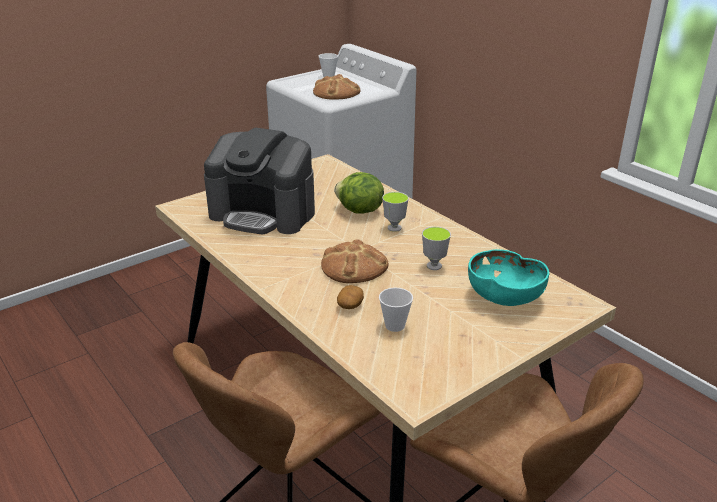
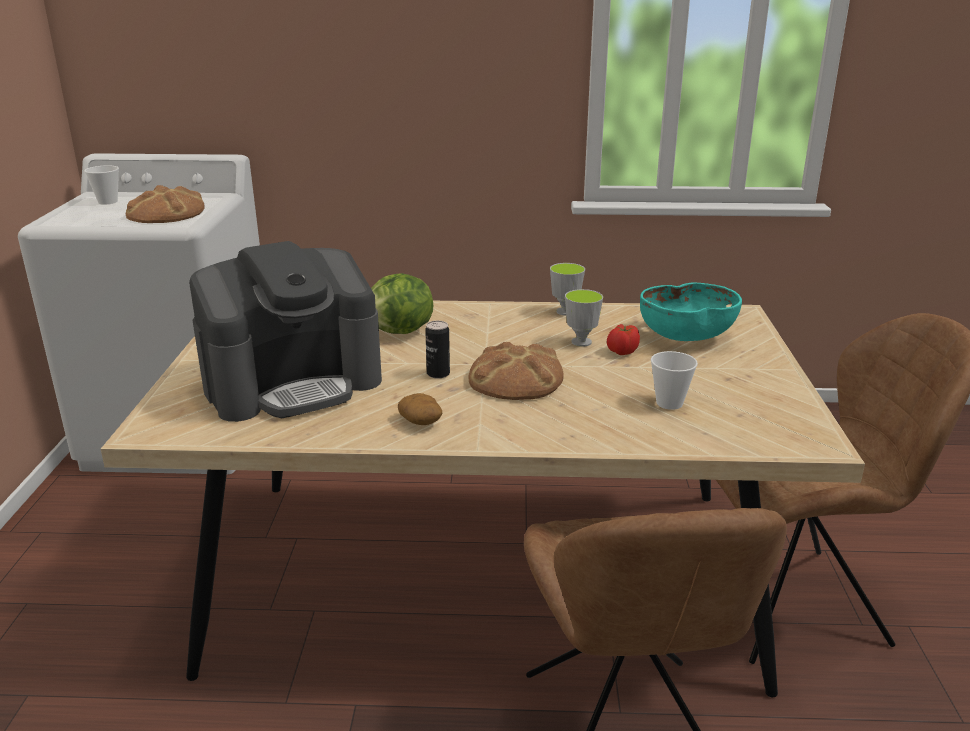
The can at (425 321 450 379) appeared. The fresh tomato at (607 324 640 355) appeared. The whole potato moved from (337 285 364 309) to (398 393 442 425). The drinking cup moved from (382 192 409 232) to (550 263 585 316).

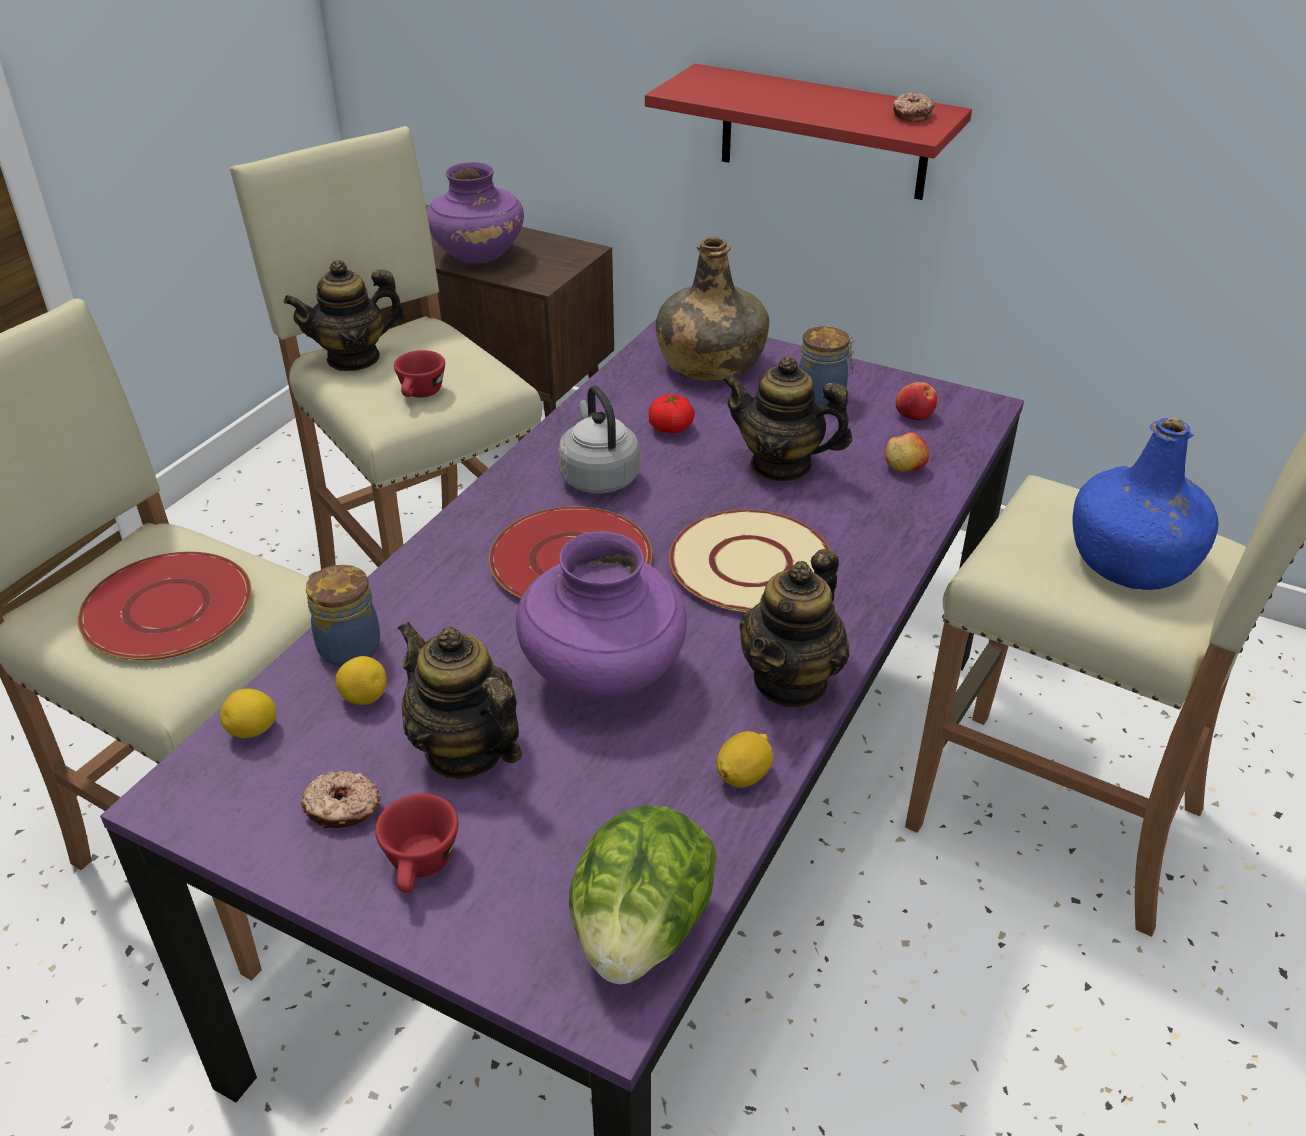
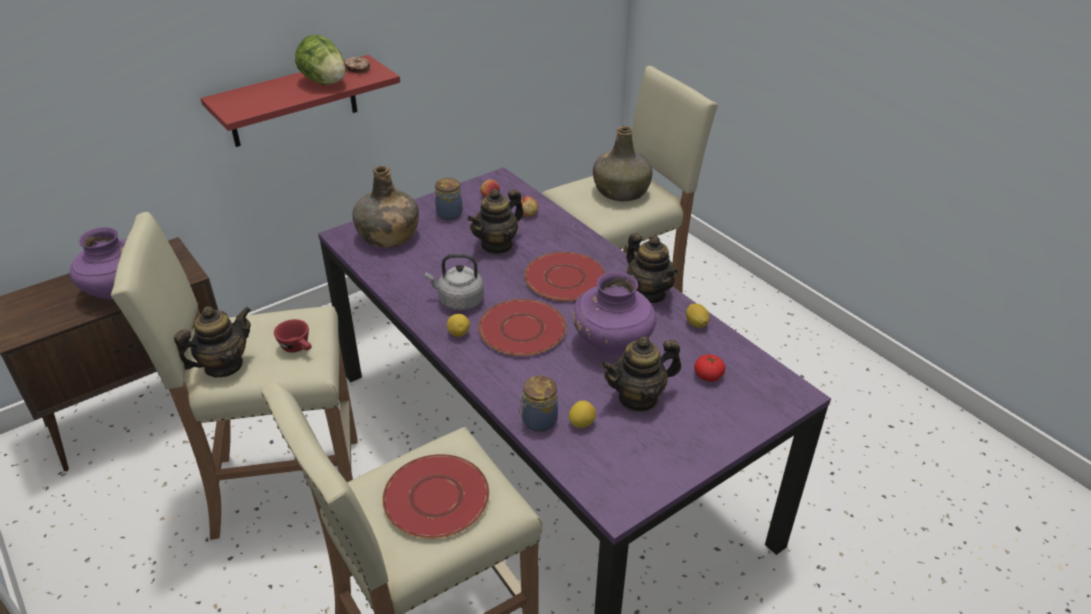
The ring doughnut at (300 771 380 828) disappeared. The red drinking cup at (375 793 458 893) disappeared. The citrus fruit moved from (220 689 276 738) to (447 314 470 337). The head of lettuce moved from (569 805 717 984) to (295 35 345 85). The fresh tomato moved from (649 394 695 434) to (694 354 726 382). The beige flat dish at (669 510 831 612) became the red flat dish at (524 252 606 301). The blue-coloured bottle at (1072 418 1219 590) became the green bottle at (593 126 652 201). The teapot at (284 260 406 371) turned 135 degrees counterclockwise.

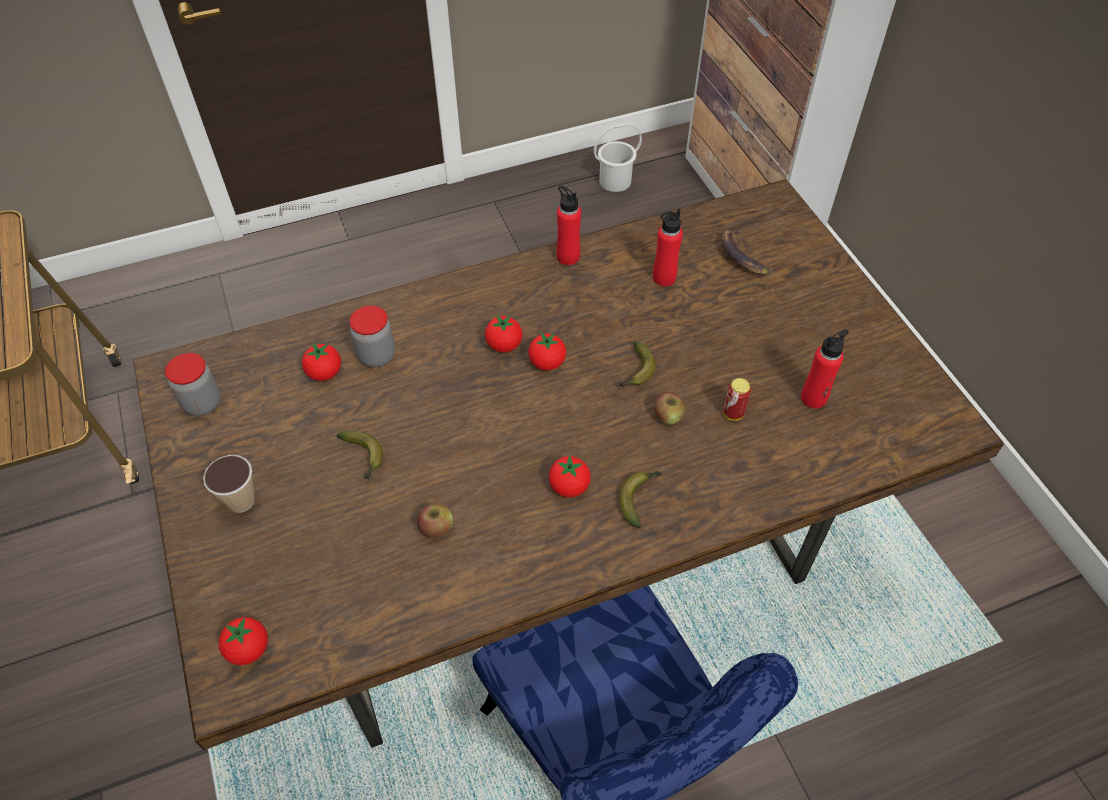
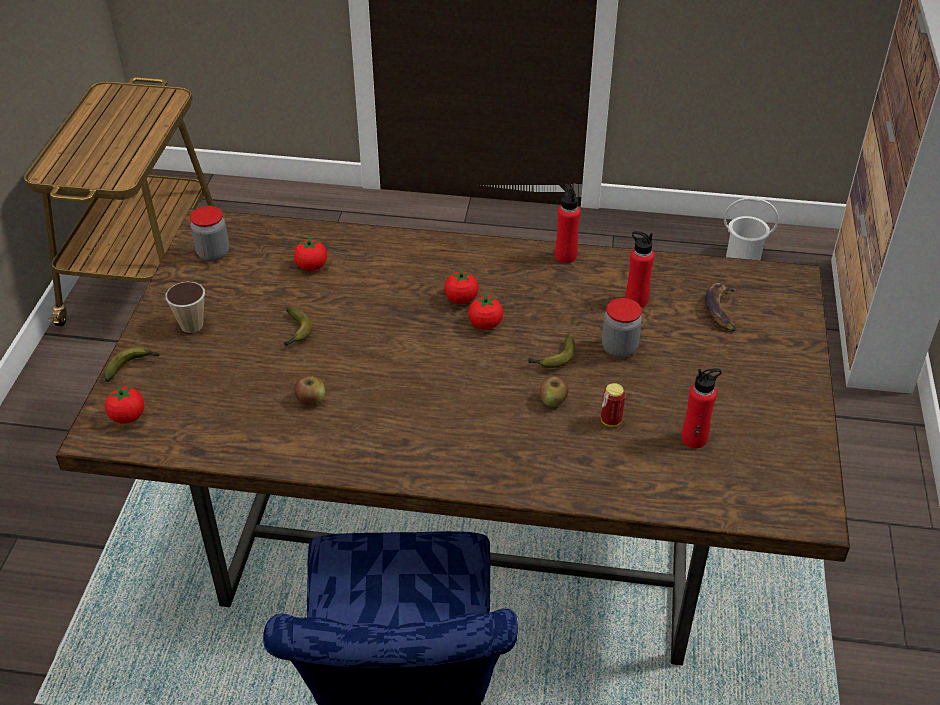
The fresh tomato at (549 455 591 497) disappeared. The jar moved from (349 306 395 367) to (602 298 642 358). The whole banana moved from (619 471 661 528) to (104 346 160 382).

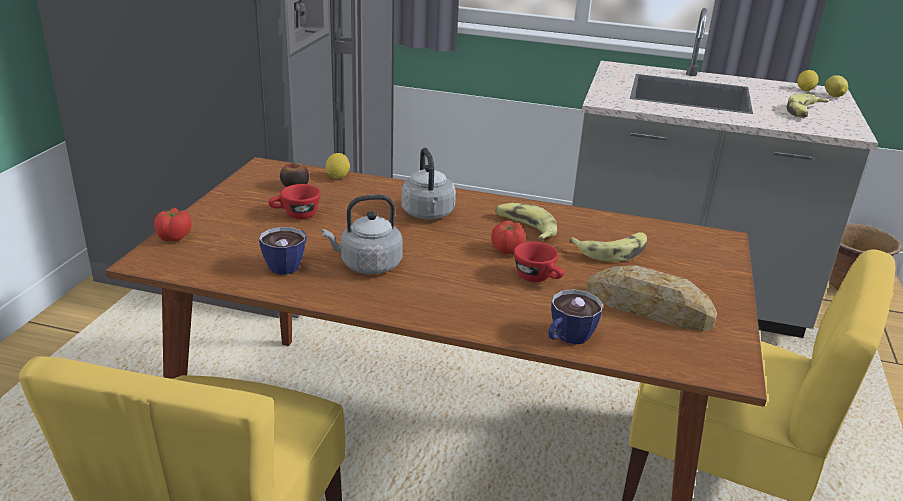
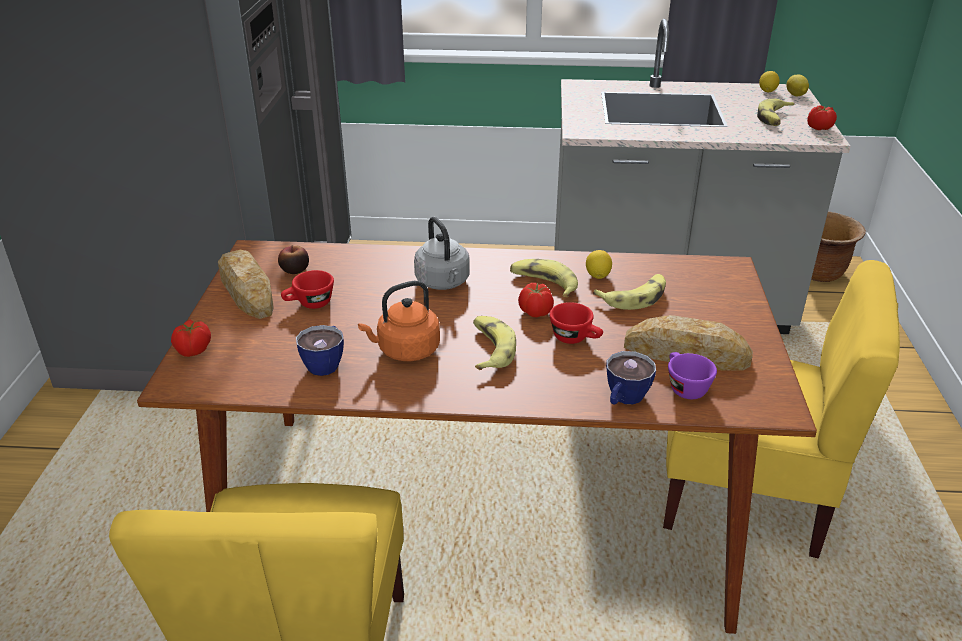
The baked bread at (218 250 274 319) appeared. The whole banana at (473 316 516 370) appeared. The purple-coloured drinking cup at (668 352 717 399) appeared. The fresh tomato at (807 105 837 130) appeared. The citrus fruit moved from (326 153 350 179) to (586 250 612 279). The greyish tea kettle at (322 194 403 274) became the orange-coloured tea kettle at (358 281 440 361).

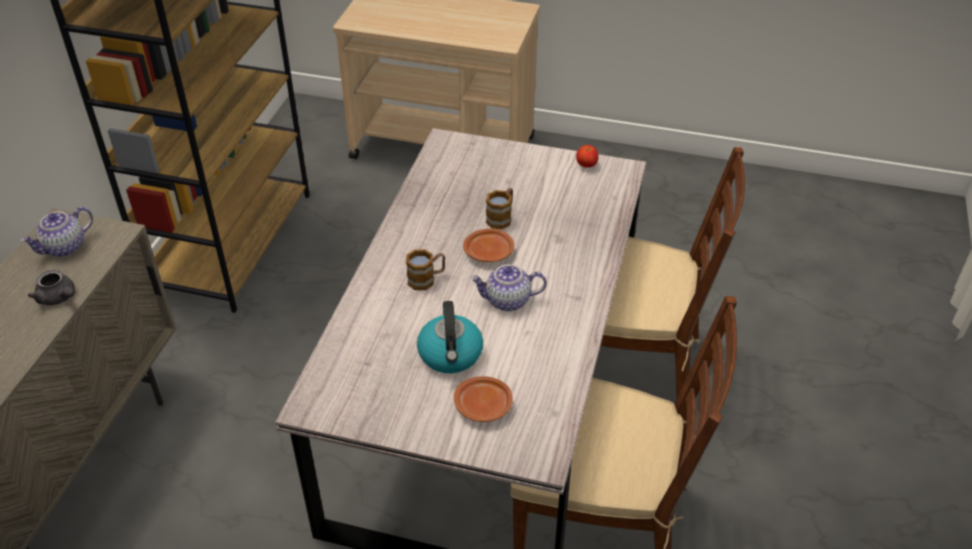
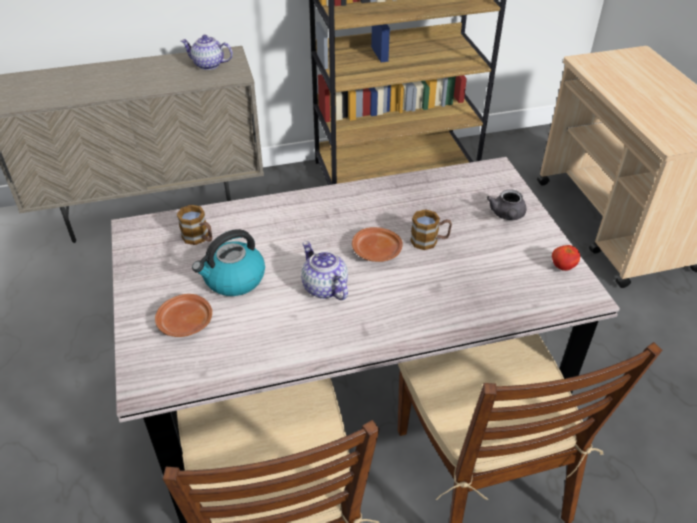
The greyish teapot moved from (28 270 75 305) to (487 189 526 220). The mug moved from (406 249 445 290) to (177 205 212 245).

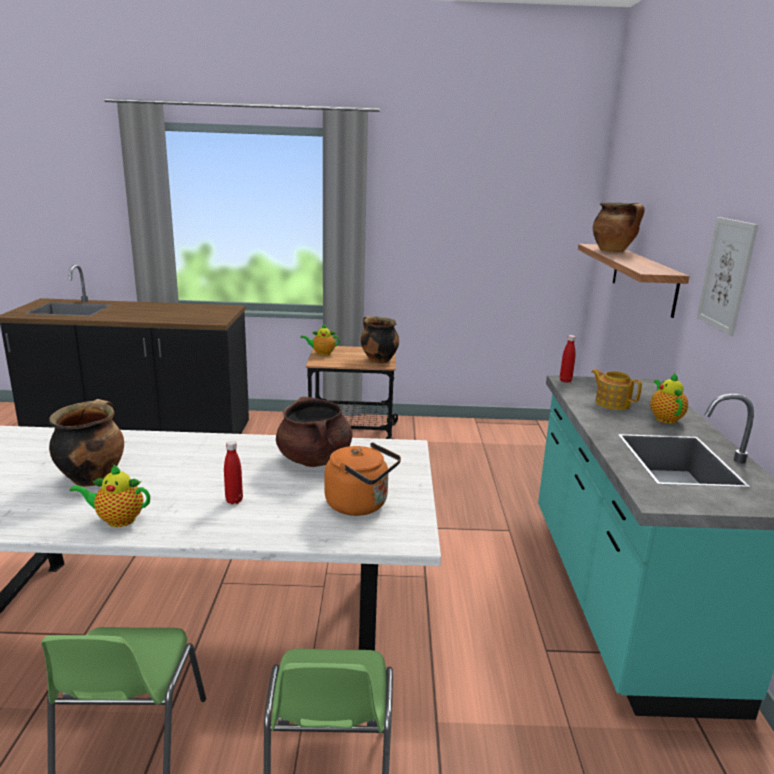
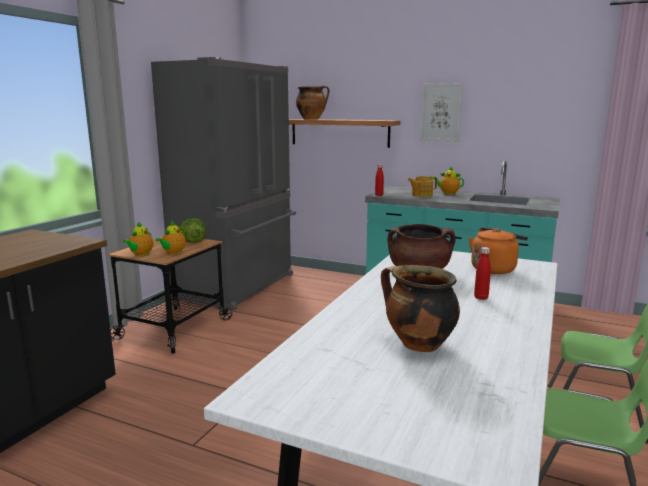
The greyish refrigerator at (151 57 296 310) appeared. The teapot moved from (70 464 150 527) to (155 220 186 255). The cooking pot at (360 316 399 364) was replaced by the head of lettuce at (180 218 206 243).

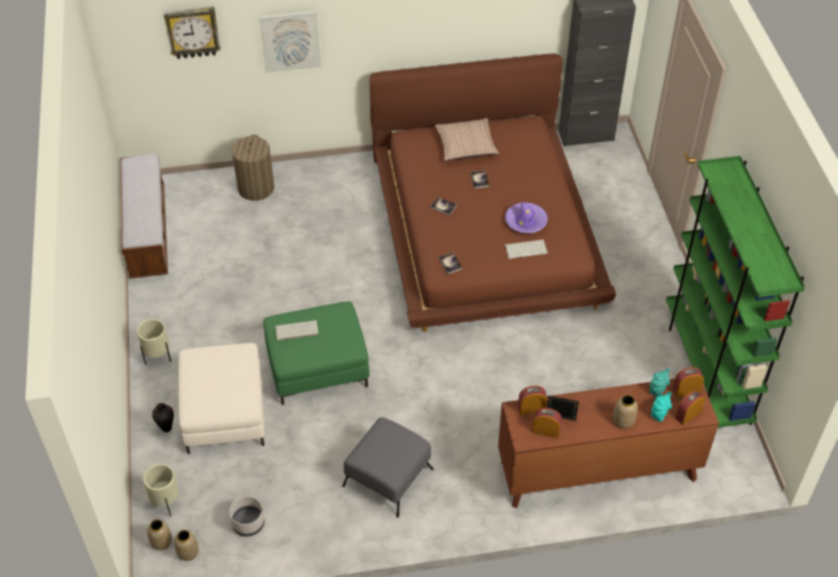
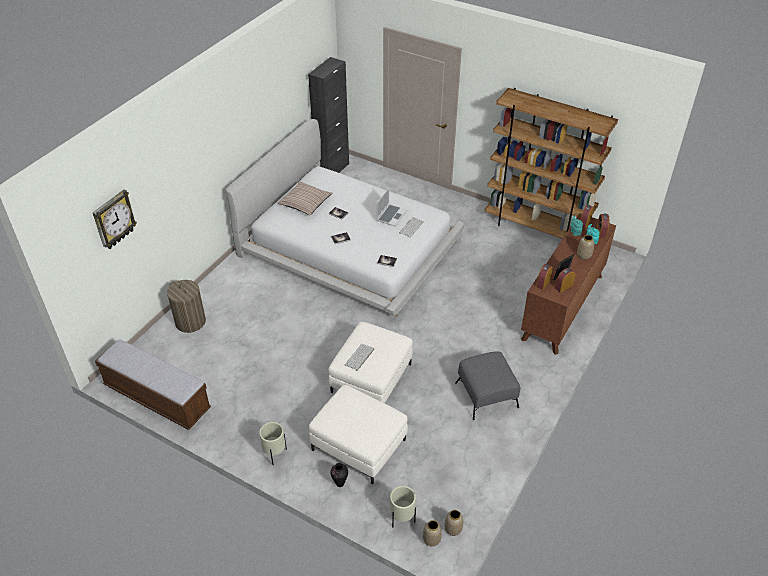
The greyish plant pot at (229 496 264 537) disappeared. The picture at (259 11 321 73) disappeared. The purple-coloured hat at (505 202 548 233) was replaced by the portable computer at (376 188 407 227). The green pouffe at (263 301 370 405) became the white-coloured pouffe at (328 322 413 403). The brown bed at (370 54 616 332) became the white-coloured bed at (226 119 465 316). The green bookcase at (666 156 805 428) became the brown bookcase at (484 88 618 239).

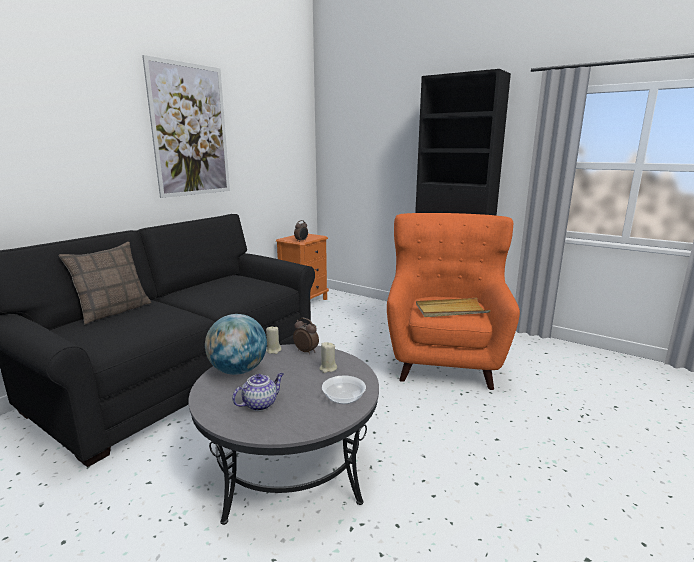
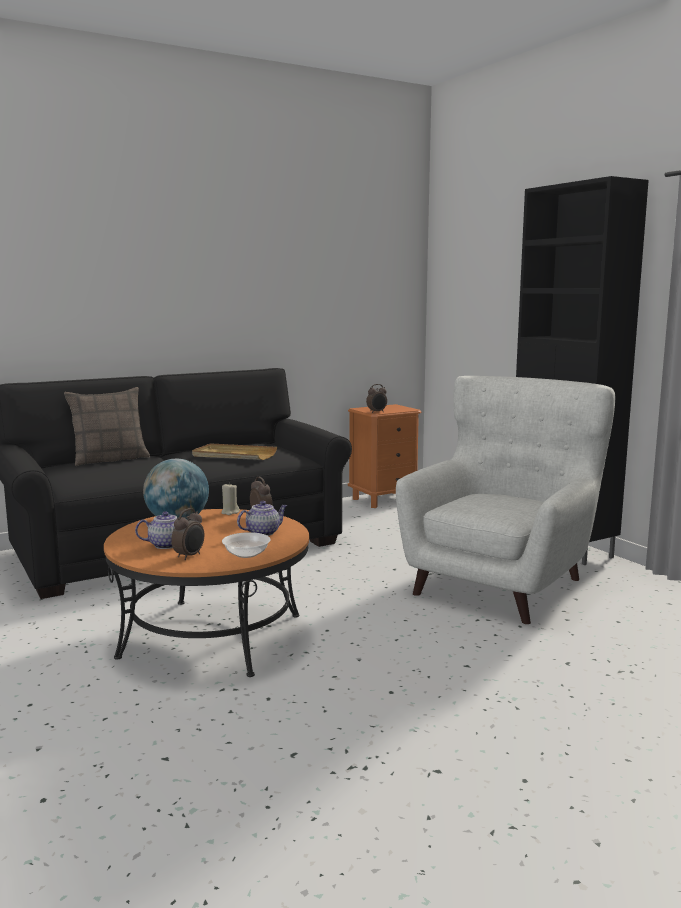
The picture at (142 55 230 198) disappeared. The table clock at (171 508 204 560) appeared. The beige serving tray moved from (416 298 491 317) to (192 443 277 460). The beige wax light at (319 342 337 373) was replaced by the teapot at (237 501 287 536). The greyish low table at (189 344 379 525) became the orange-coloured low table at (104 509 309 677). The orange-coloured armchair at (387 213 520 390) became the white-coloured armchair at (396 376 615 624).

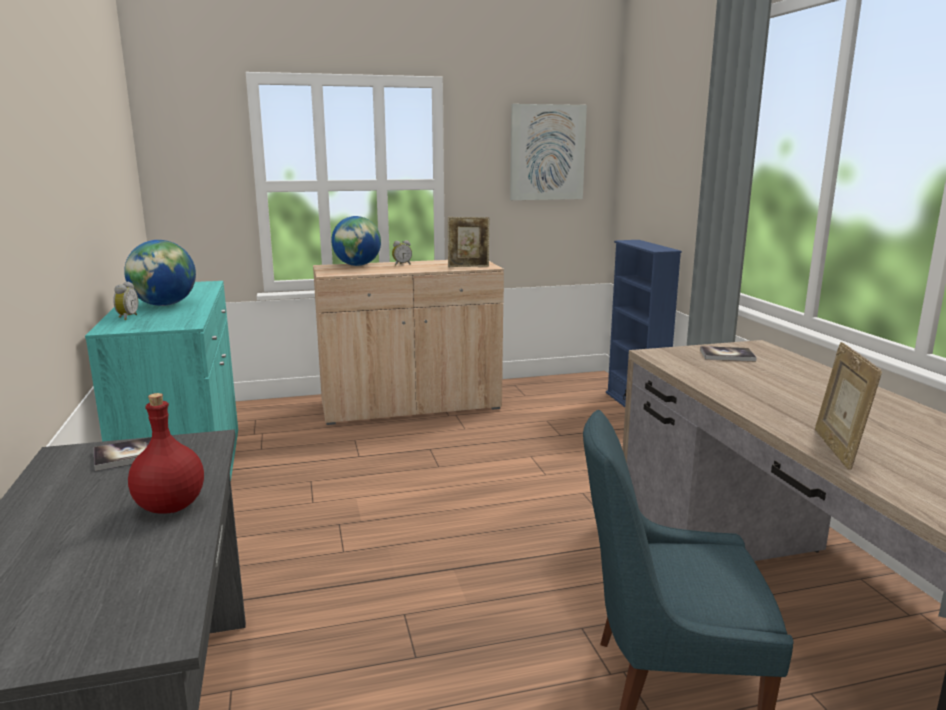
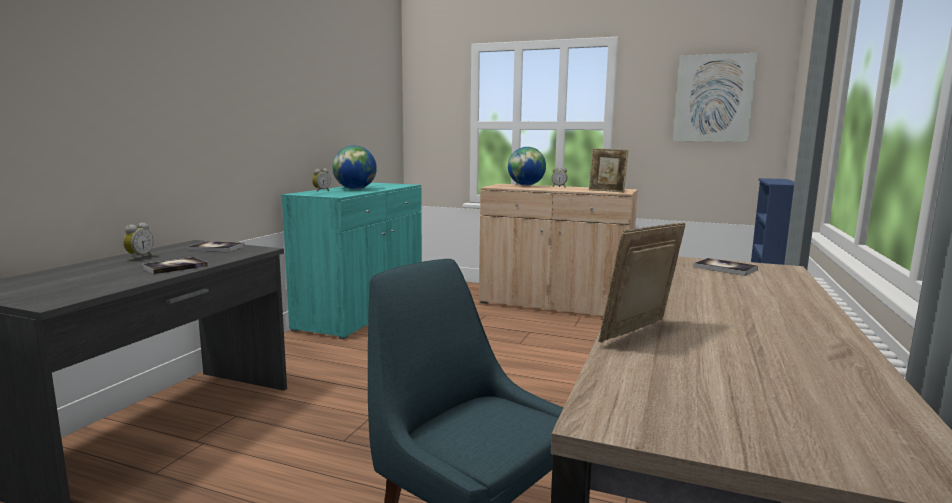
The table clock at (123 222 153 260) appeared. The red bottle at (128 393 204 514) was replaced by the book at (142 257 208 274).

